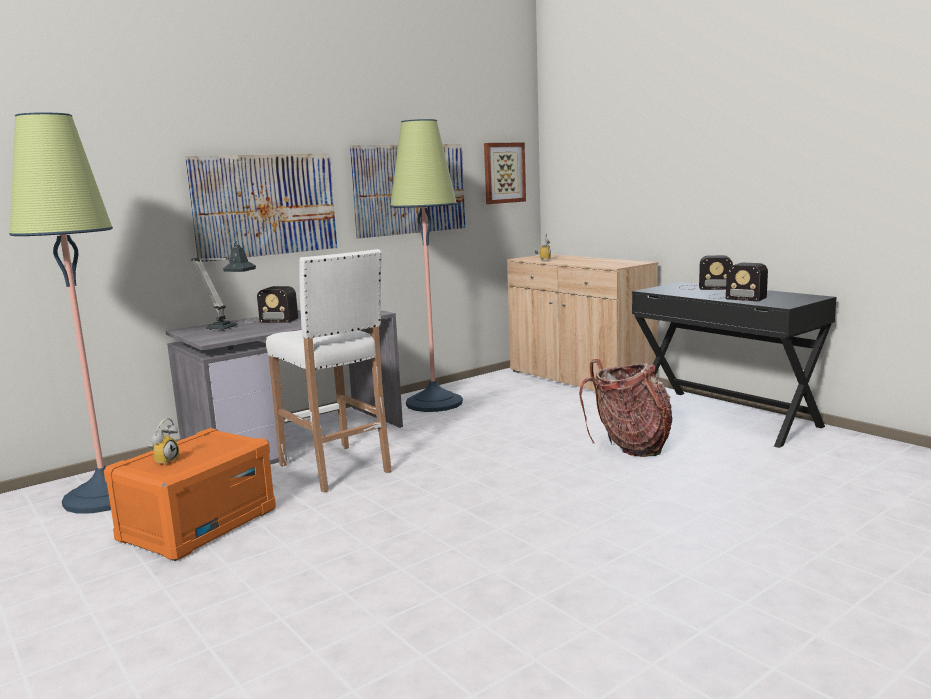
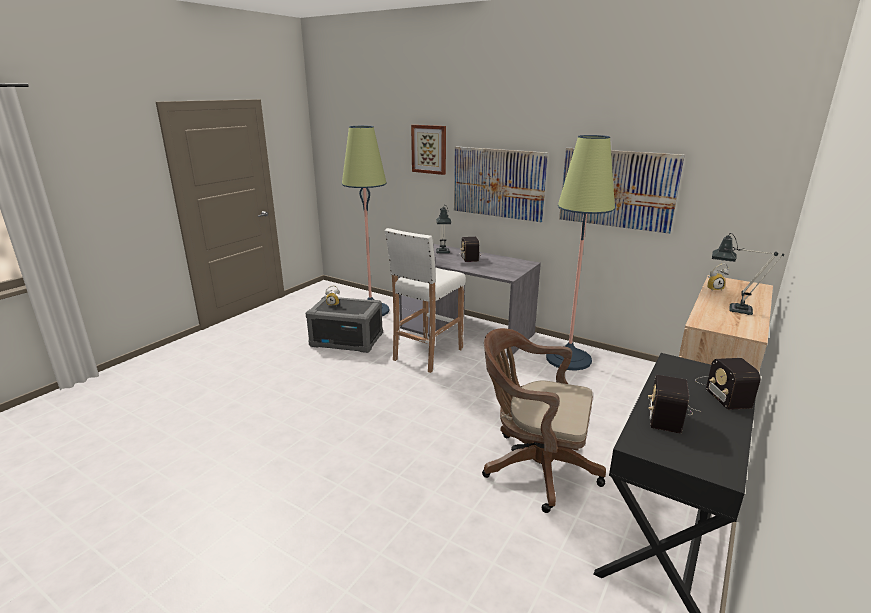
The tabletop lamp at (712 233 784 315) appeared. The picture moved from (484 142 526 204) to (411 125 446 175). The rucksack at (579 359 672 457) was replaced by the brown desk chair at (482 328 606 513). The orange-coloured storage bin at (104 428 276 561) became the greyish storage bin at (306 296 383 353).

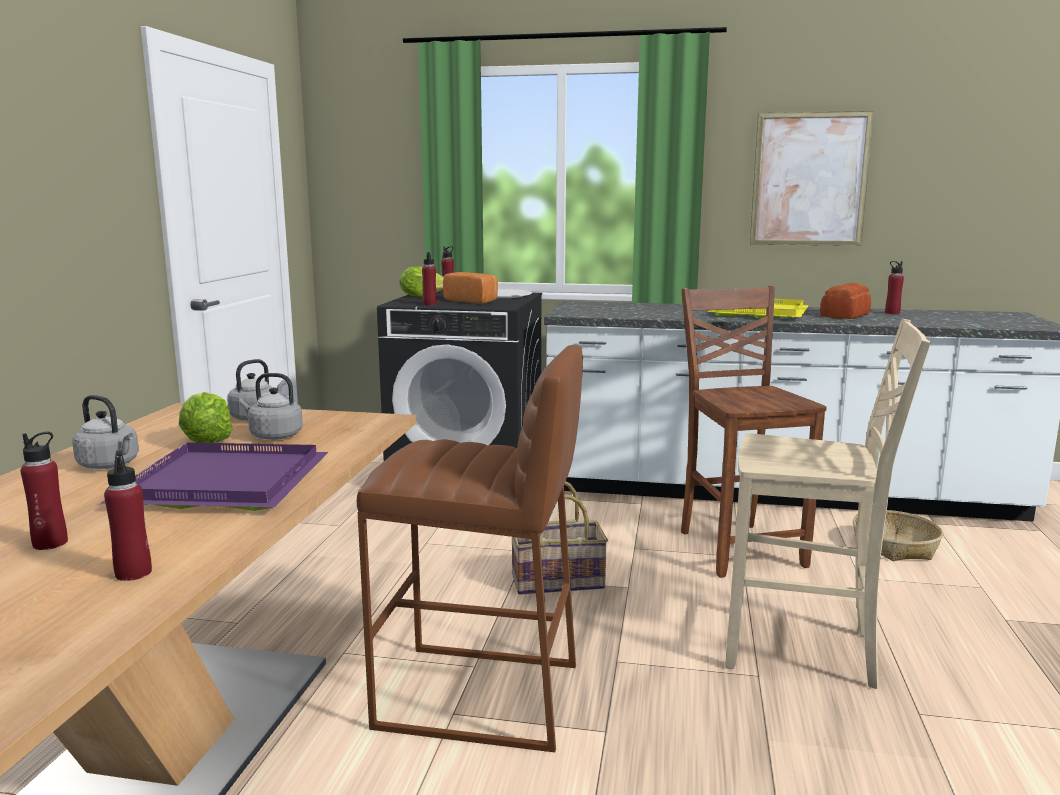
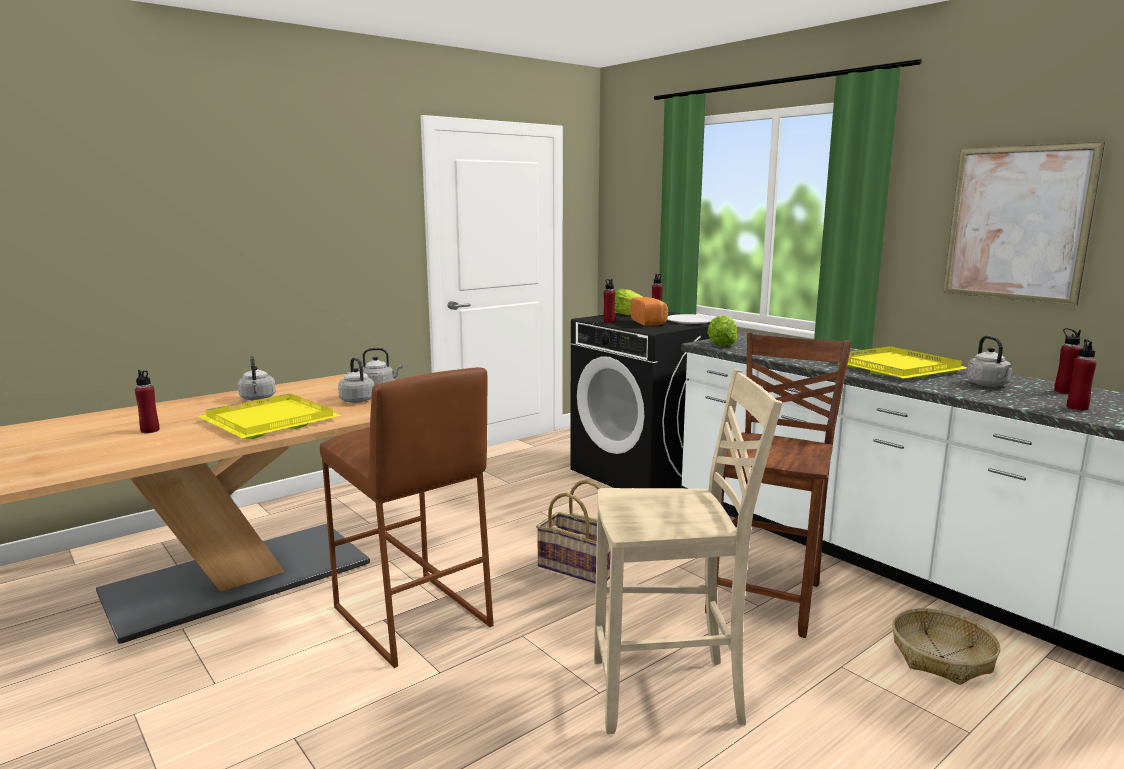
The red bottle moved from (104 450 152 581) to (1067 339 1097 411). The head of lettuce moved from (179 392 233 443) to (707 316 737 346). The baked bread at (820 283 871 319) was replaced by the greyish tea kettle at (966 336 1012 387). The purple-coloured serving tray at (101 442 328 511) became the yellow serving tray at (198 393 342 439). The beige chair at (725 319 931 689) turned 60 degrees counterclockwise.

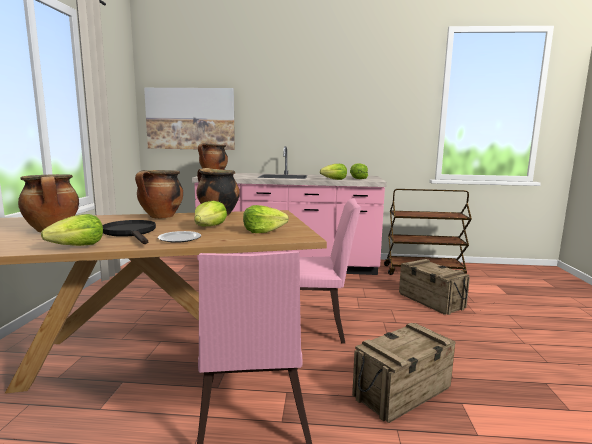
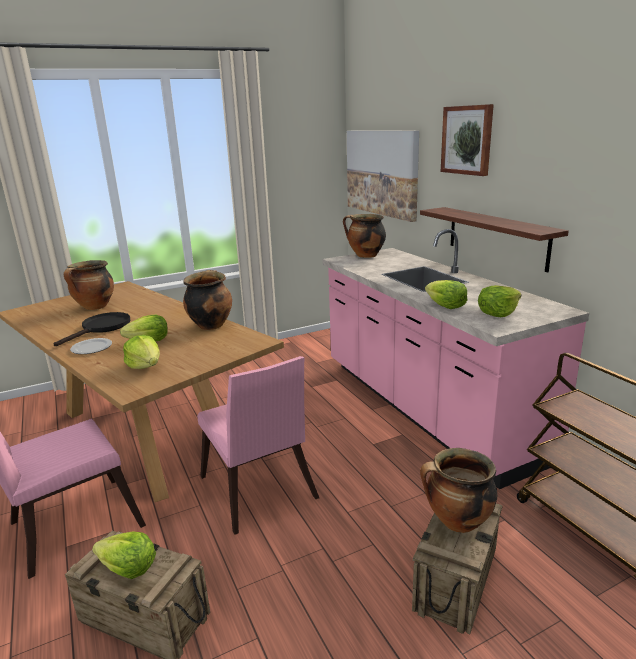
The shelf at (420 207 569 272) appeared. The picture at (441 104 494 176) appeared. The head of lettuce moved from (41 214 103 246) to (92 531 156 579). The cooking pot moved from (135 170 183 219) to (420 448 497 533).

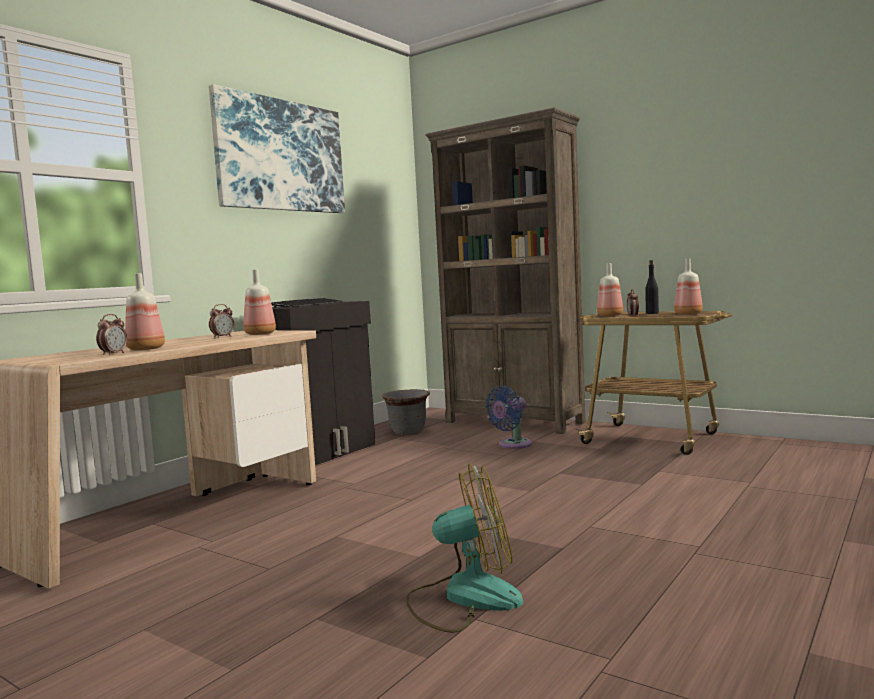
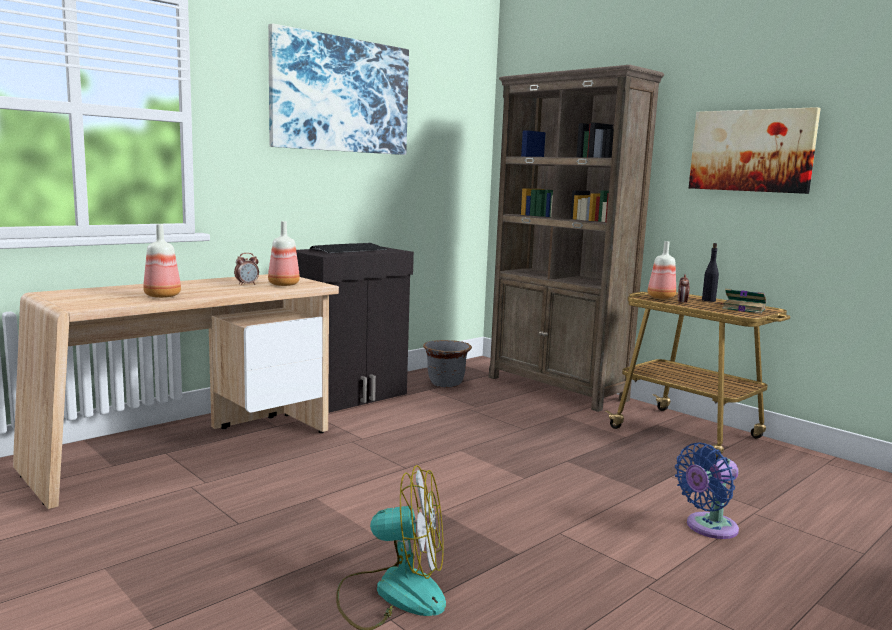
The table clock at (96 314 127 355) disappeared. The picture at (689 107 821 194) appeared. The blue-coloured electric fan moved from (485 386 532 449) to (675 443 739 539). The bottle at (674 259 703 315) was replaced by the book at (719 289 766 314).

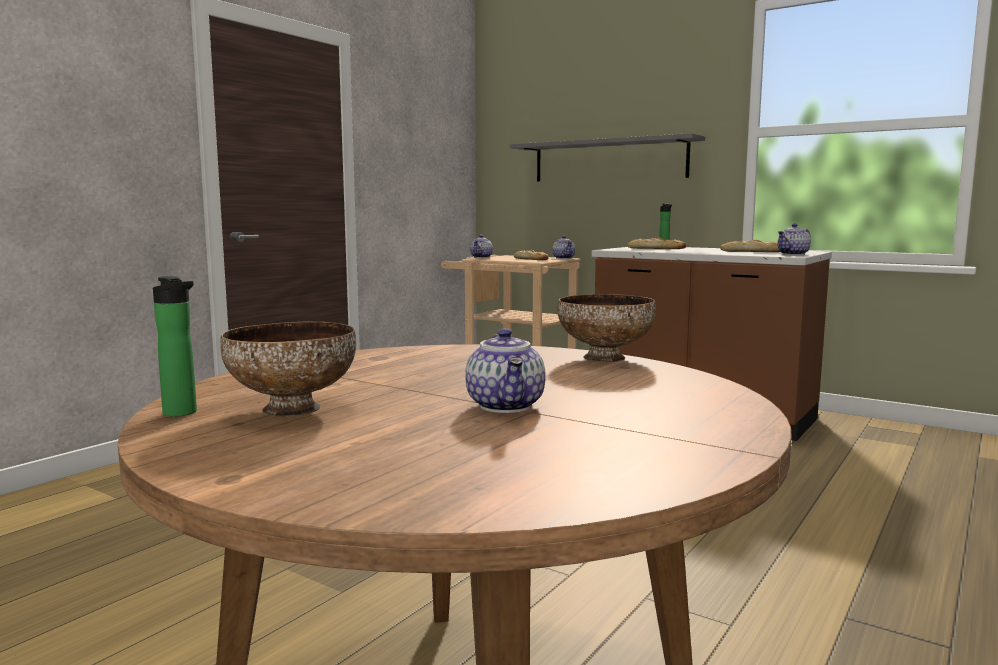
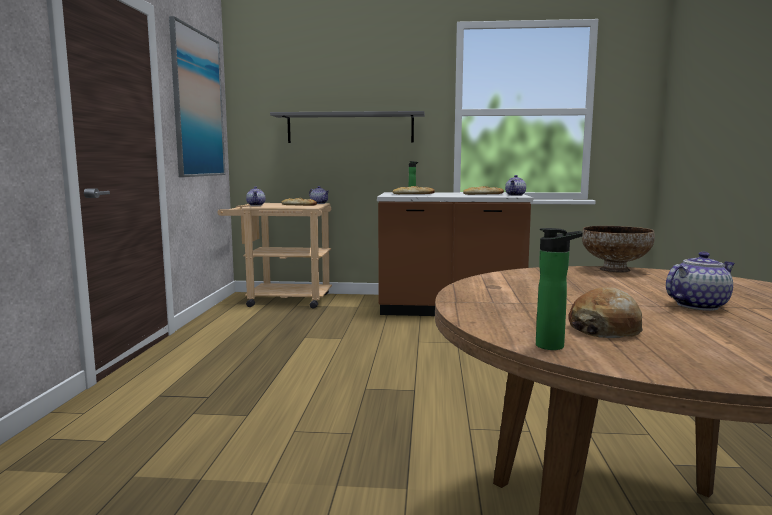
The picture at (169 16 225 177) appeared. The bowl at (220 322 356 416) was replaced by the baked bread at (569 287 643 338). The teapot at (466 328 546 413) turned 75 degrees counterclockwise.

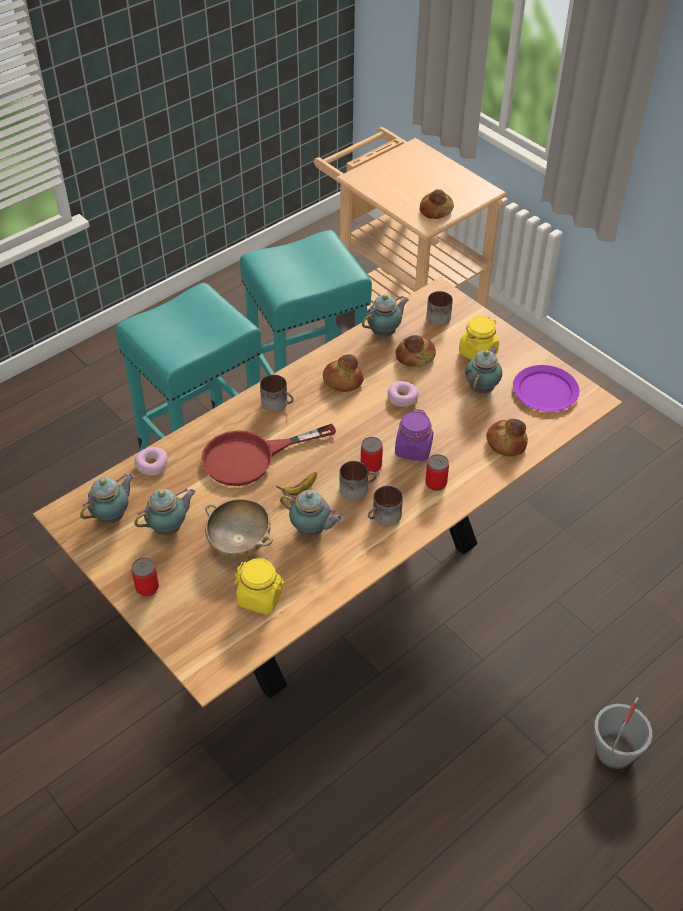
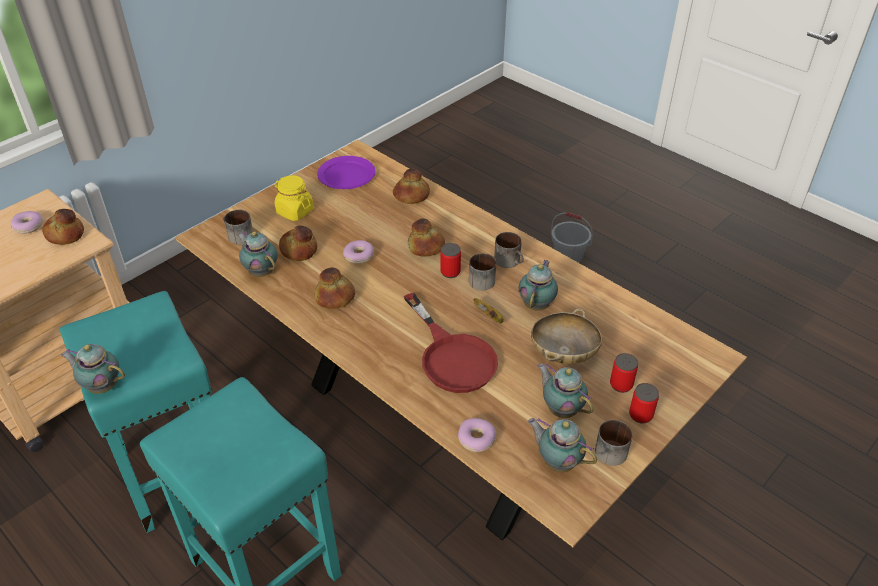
The yellow jar at (235 558 285 614) disappeared. The ring doughnut at (11 211 43 234) appeared. The mug moved from (260 374 294 411) to (595 420 632 466). The can moved from (425 454 449 491) to (610 353 638 393). The teapot moved from (465 346 502 394) to (61 344 125 394). The purple-coloured jar at (395 409 434 461) was replaced by the baked bread at (408 218 445 257).

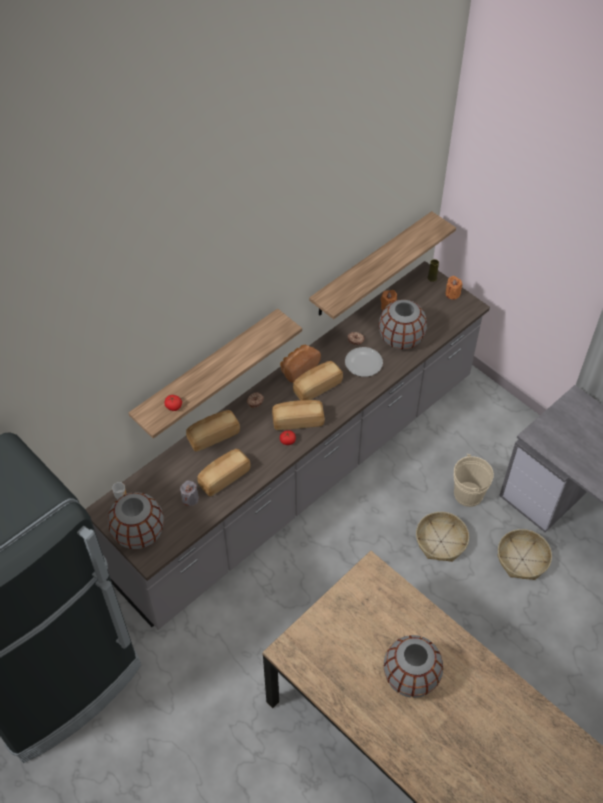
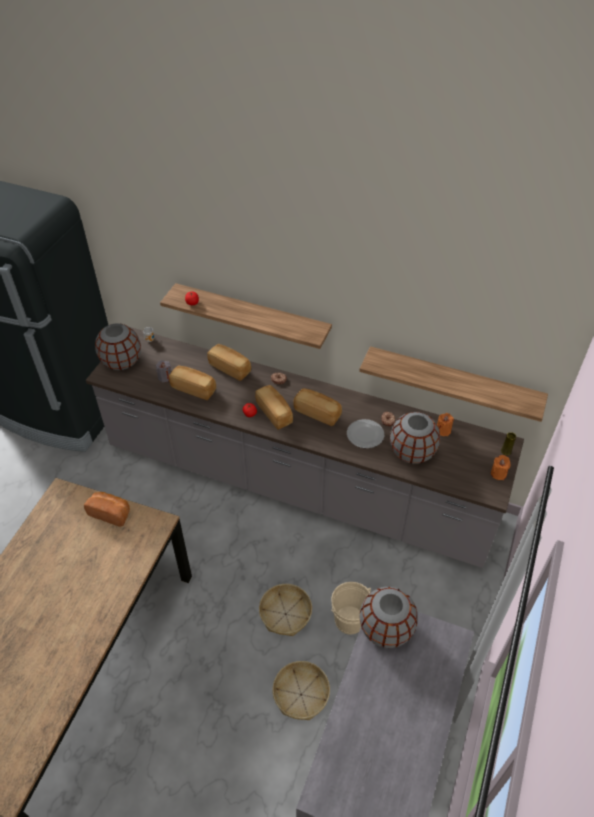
The baked bread moved from (280 345 321 383) to (84 492 130 527). The greyish decorative vase moved from (384 635 443 698) to (359 587 418 648).

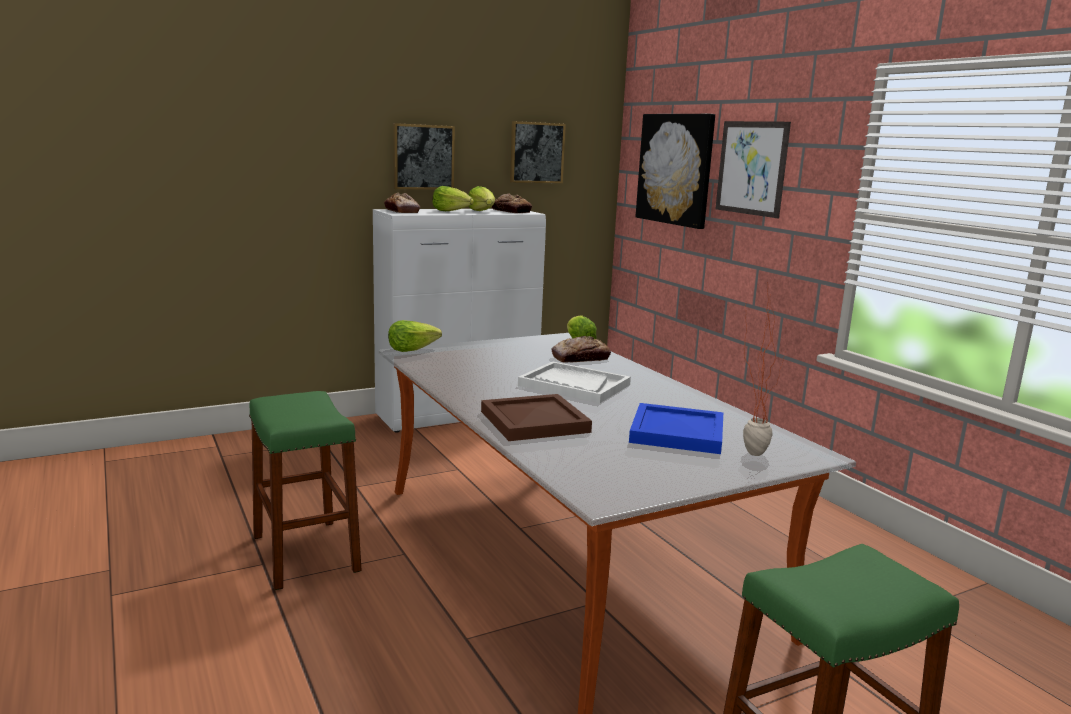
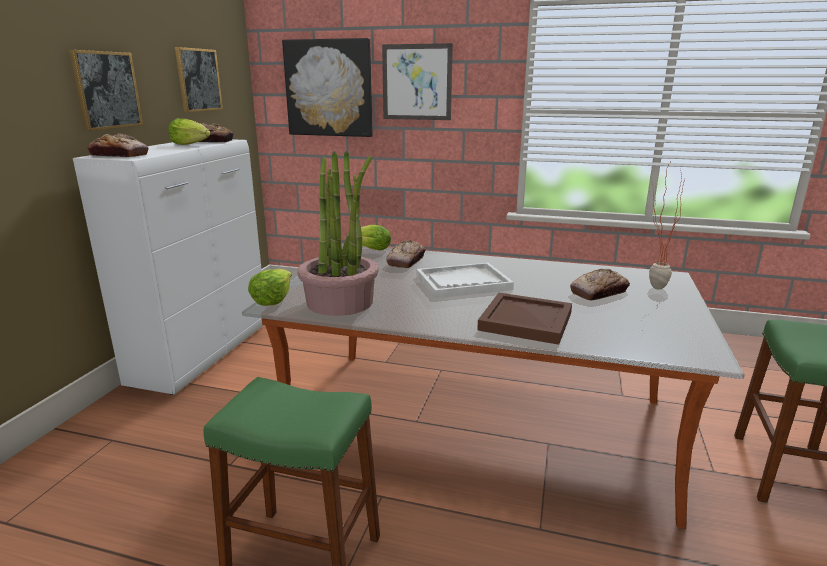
The head of lettuce at (433 186 474 211) disappeared. The potted plant at (298 151 379 316) appeared. The blue-coloured serving tray at (629 403 723 454) was replaced by the baked bread at (570 269 630 300).

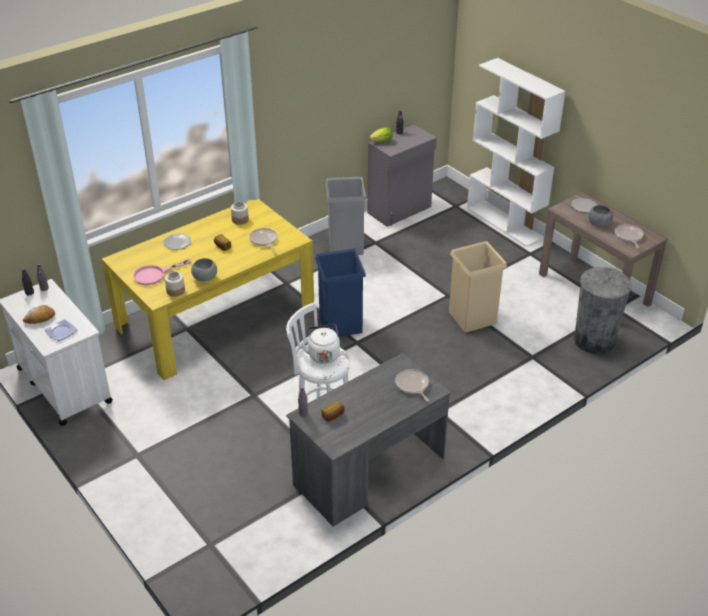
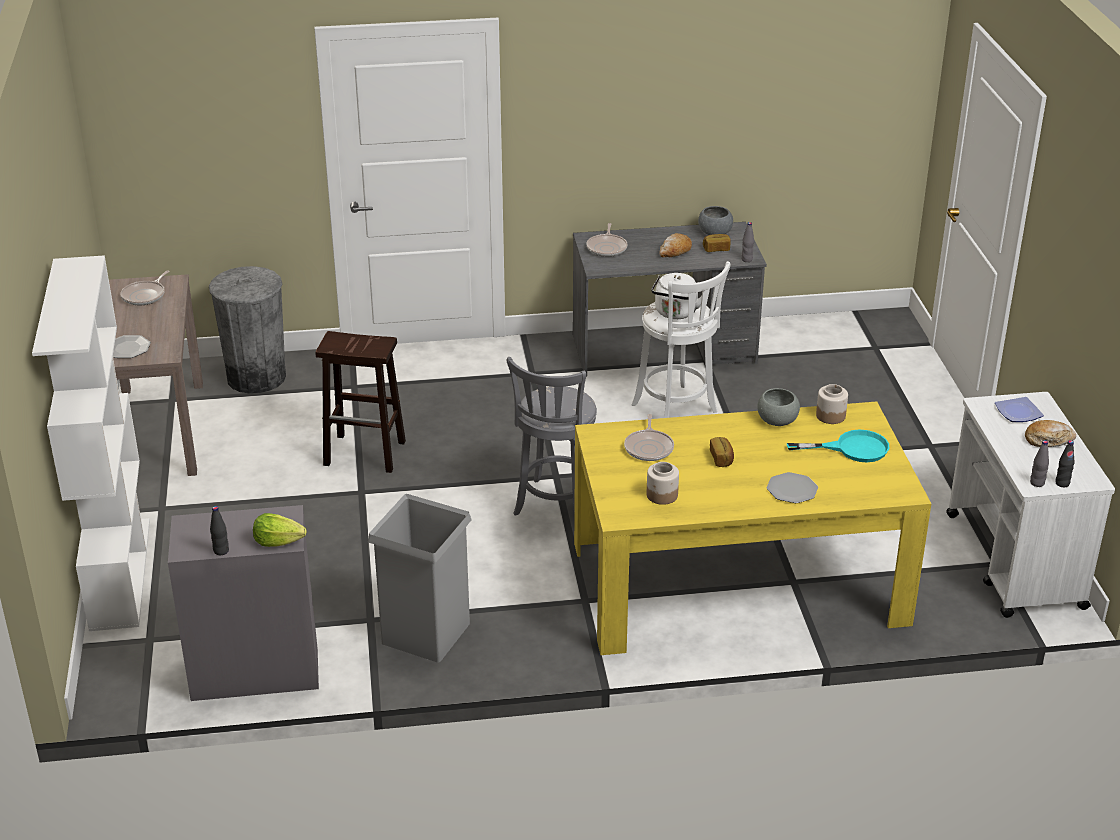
The baked bread at (659 233 692 257) appeared. The greyish bowl moved from (588 205 613 227) to (698 206 733 235). The blue-coloured trash can at (315 249 366 337) was replaced by the greyish sitting stool at (507 357 597 516). The beige trash can at (449 241 507 332) was replaced by the brown sitting stool at (316 331 406 473). The pinkish frying pan at (133 259 191 285) became the turquoise-coloured frying pan at (787 430 889 462).

